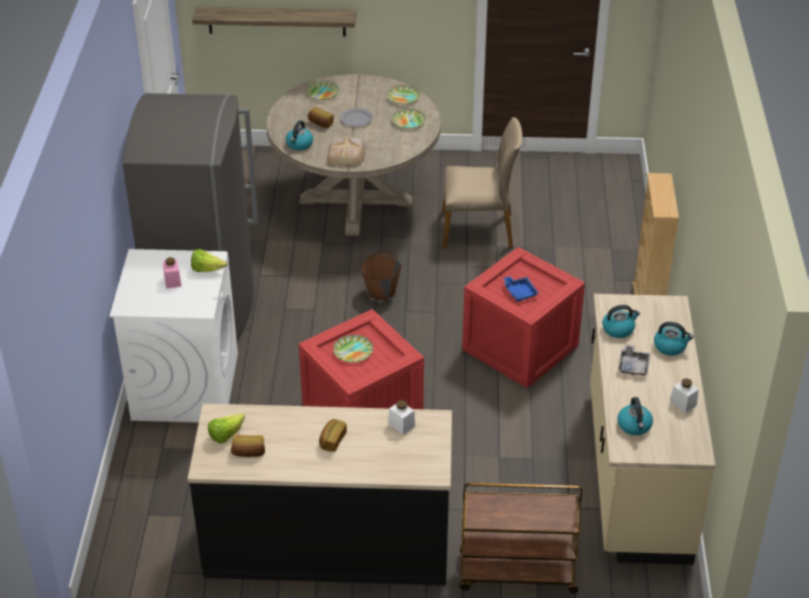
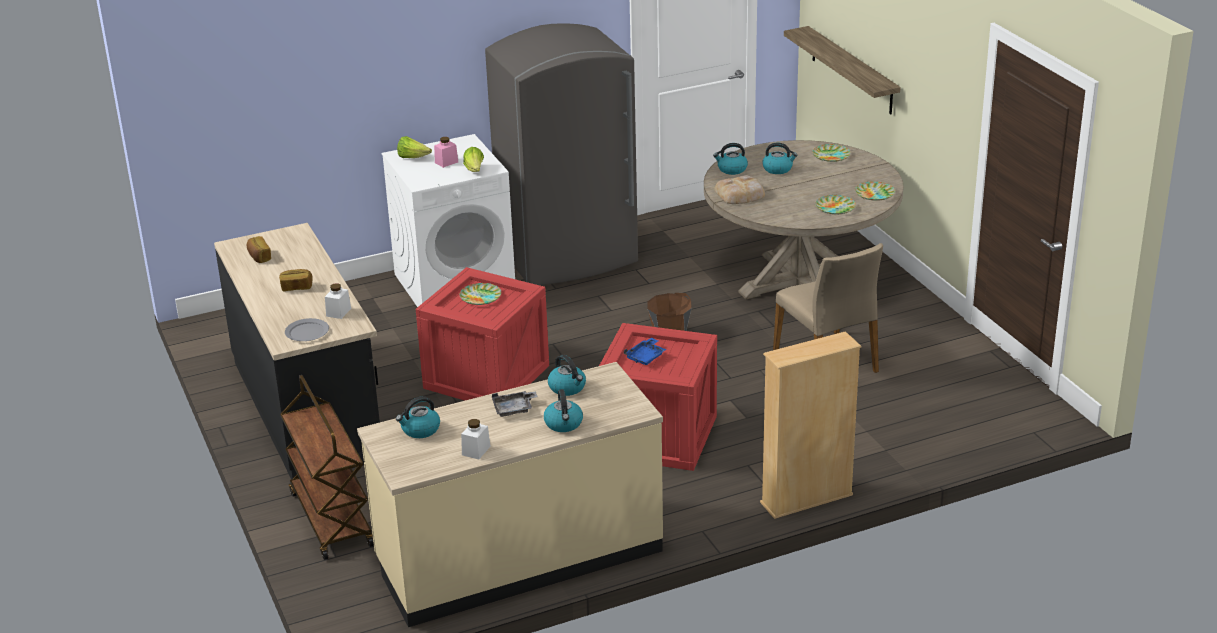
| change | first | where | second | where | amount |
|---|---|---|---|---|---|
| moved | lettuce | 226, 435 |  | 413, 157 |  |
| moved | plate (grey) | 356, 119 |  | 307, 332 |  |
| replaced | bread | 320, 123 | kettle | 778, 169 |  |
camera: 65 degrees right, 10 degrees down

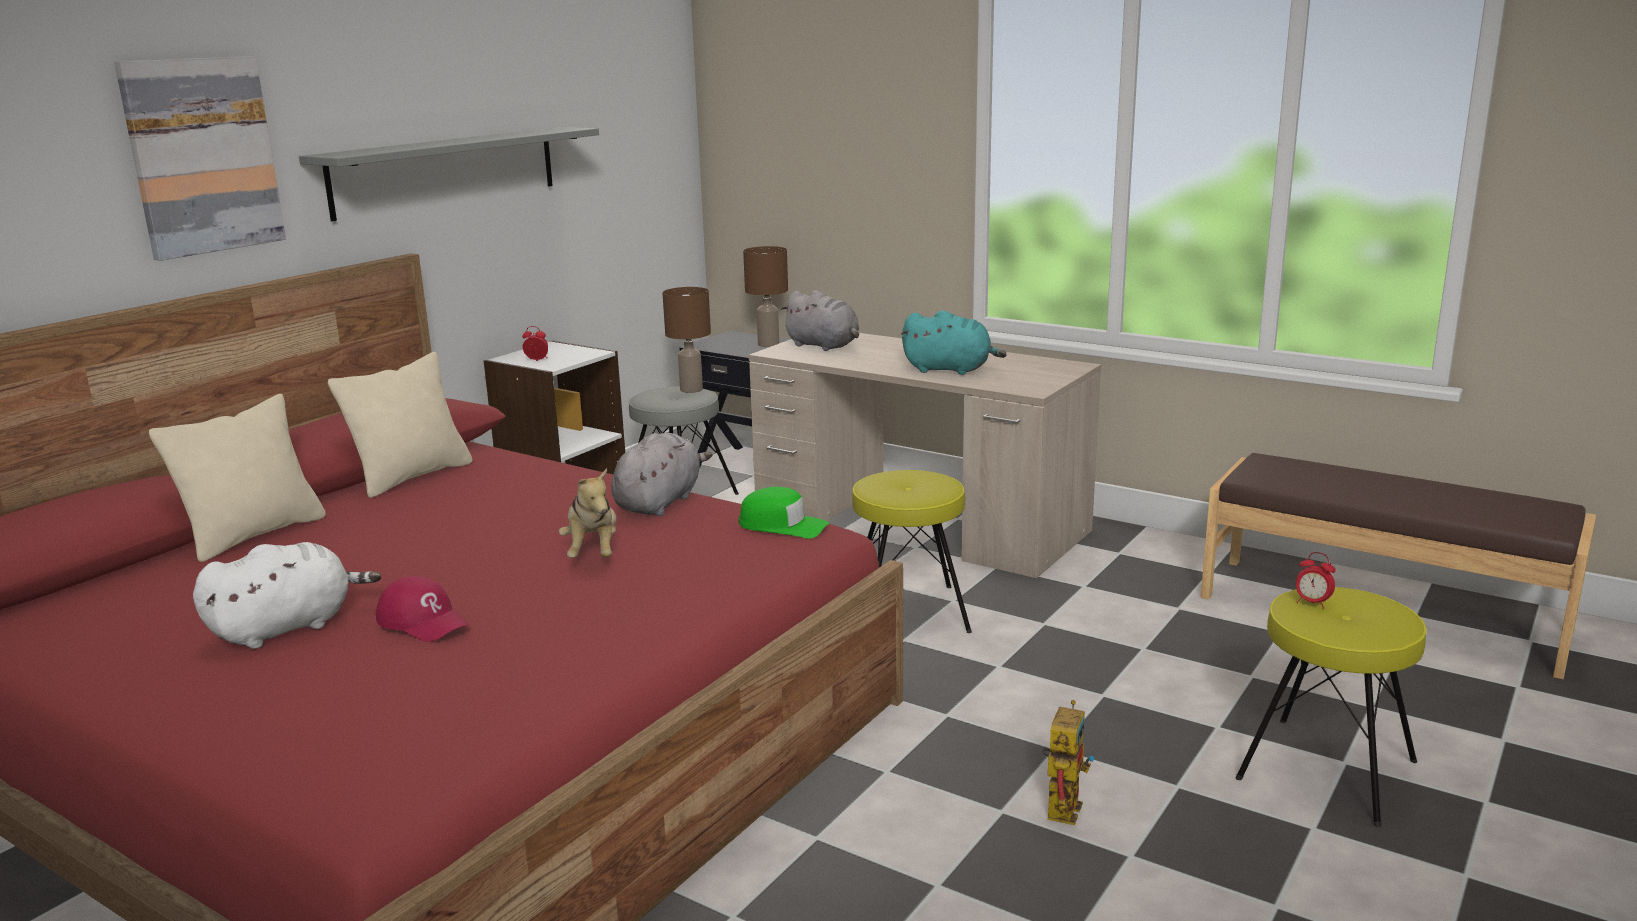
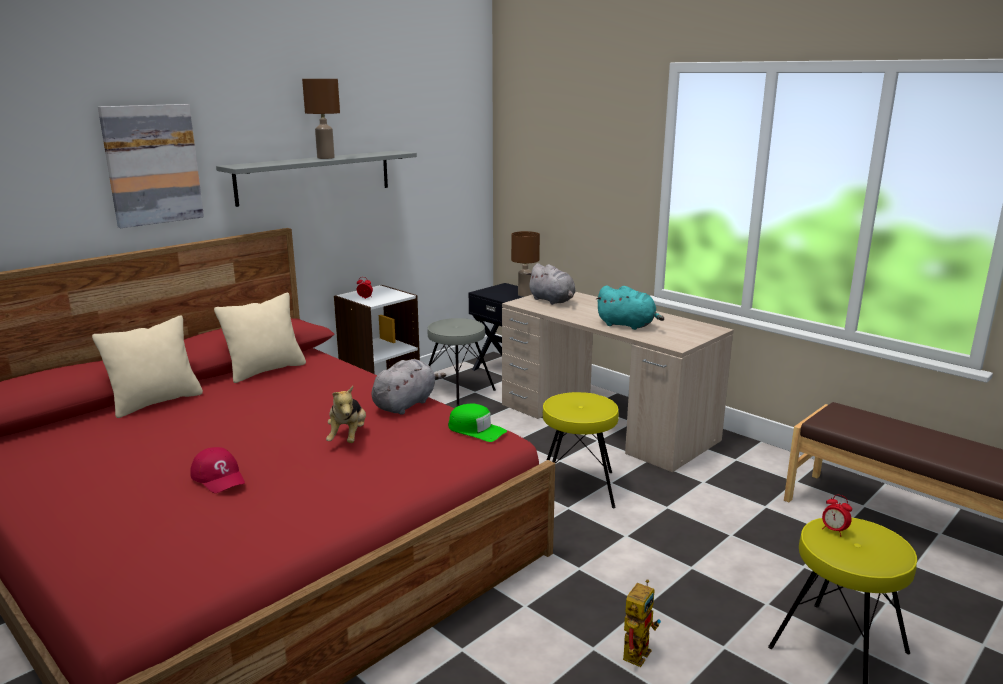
| change | first | where | second | where | amount |
|---|---|---|---|---|---|
| removed | plush toy (white) | 288, 627 |  |  |  |
| moved | table lamp (brown) | 692, 389 |  | 326, 158 |  |
camera: 10 degrees right, 0 degrees up

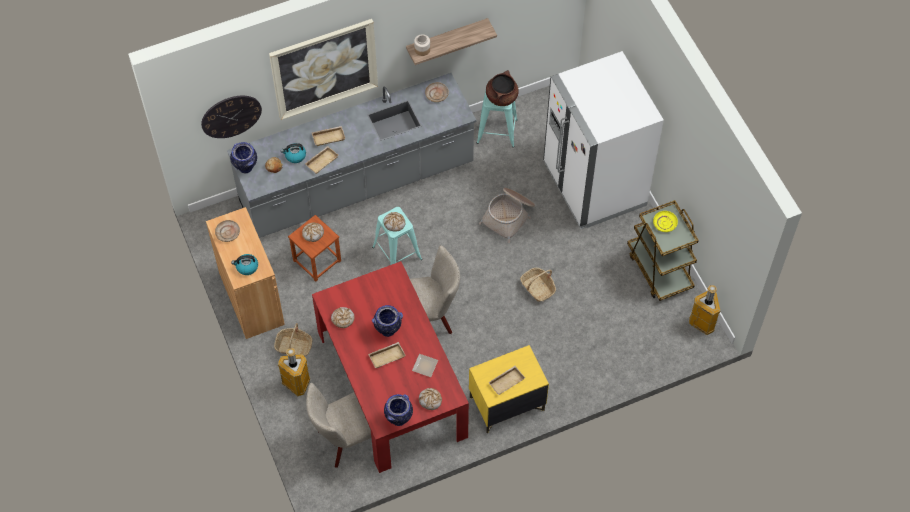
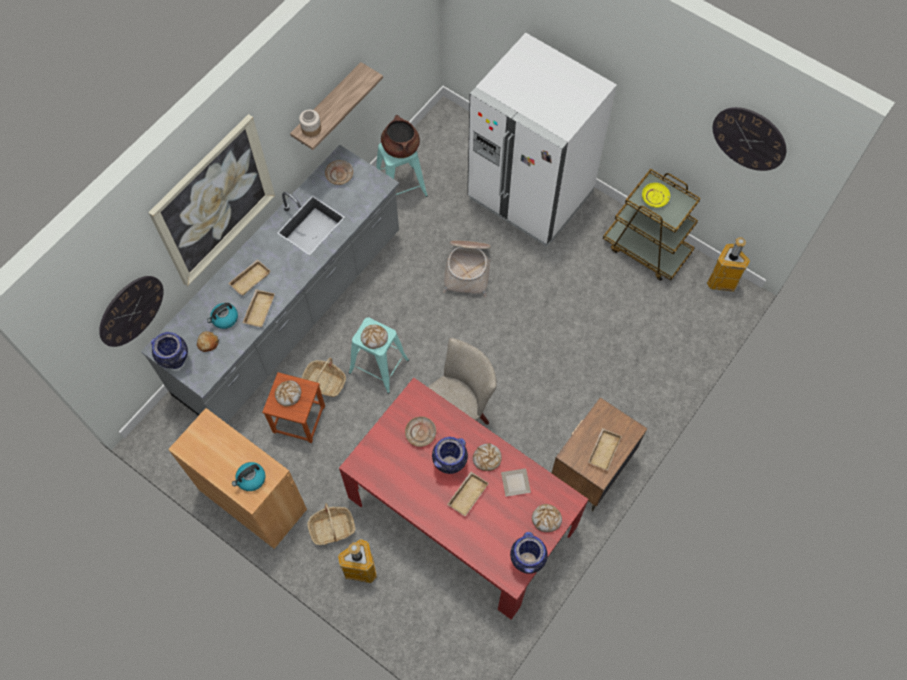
| change | first | where | second | where | amount |
|---|---|---|---|---|---|
| removed | chair (beige) | 347, 440 |  |  |  |
| added |  |  | wall clock | 749, 138 |  |
| moved | plate (beige) | 228, 233 |  | 420, 433 |  |
| moved | bread | 342, 319 |  | 487, 458 |  |
| moved | basket | 538, 288 |  | 324, 382 |  |
| recoloured | nightstand (yellow) | 506, 404 | nightstand (brown) | 591, 468 |  |
camera: 30 degrees left, 5 degrees up

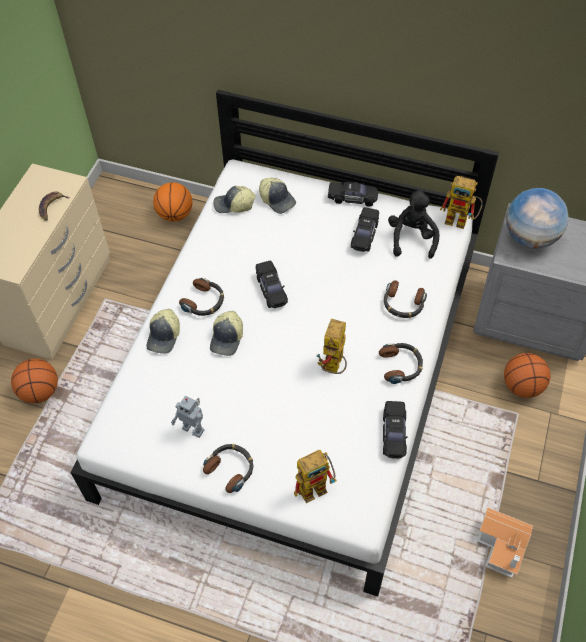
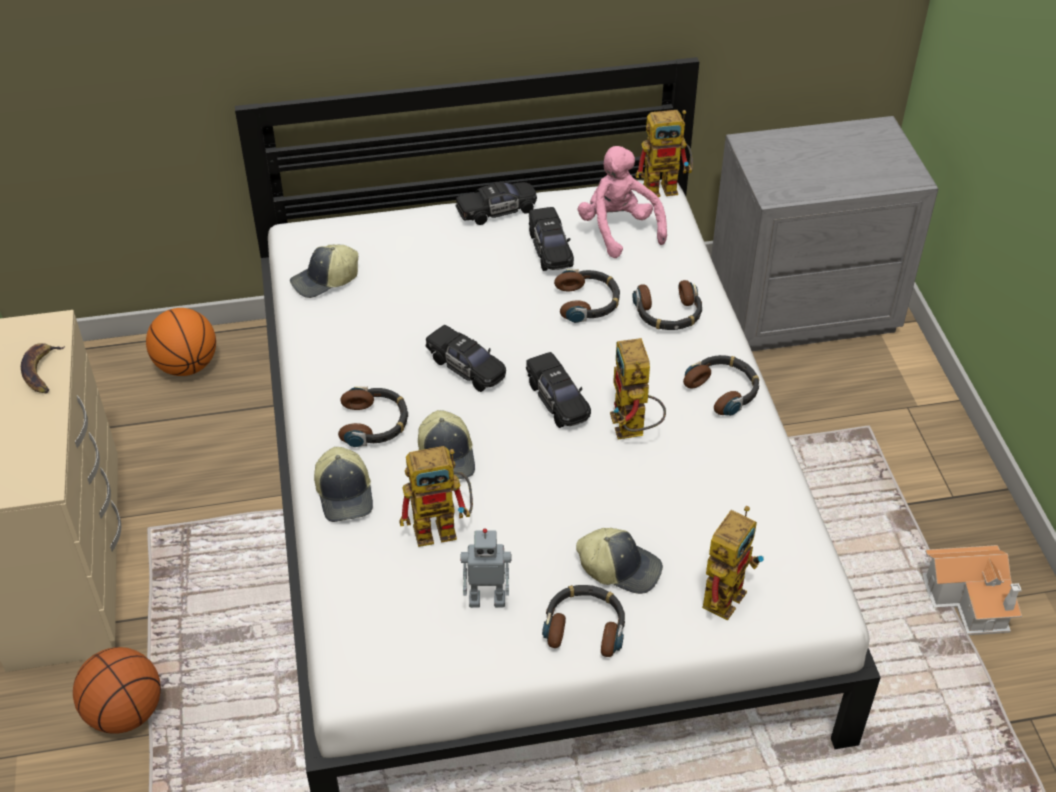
| change | first | where | second | where | amount |
|---|---|---|---|---|---|
| removed | basketball | 522, 386 |  |  |  |
| removed | globe | 530, 237 |  |  |  |
| added |  |  | toy robot | 444, 526 |  |
| added |  |  | headphones | 588, 302 |  |
| moved | cap | 277, 199 |  | 620, 568 |  |
| moved | toy car (black) | 394, 434 |  | 557, 400 |  |
| recoloured | plush toy (black) | 412, 238 | plush toy (pink) | 618, 229 |  |
camera: 30 degrees left, 10 degrees down

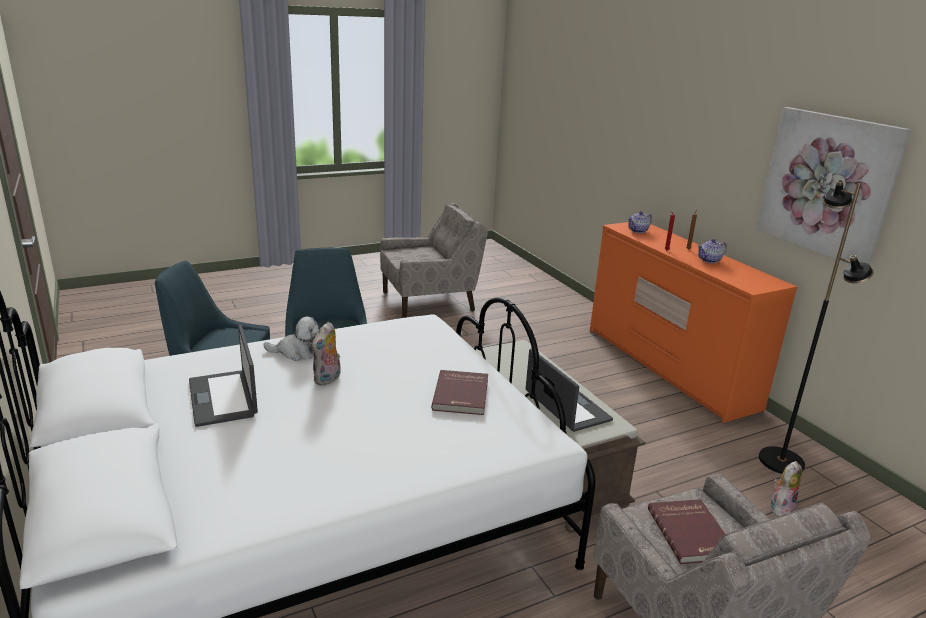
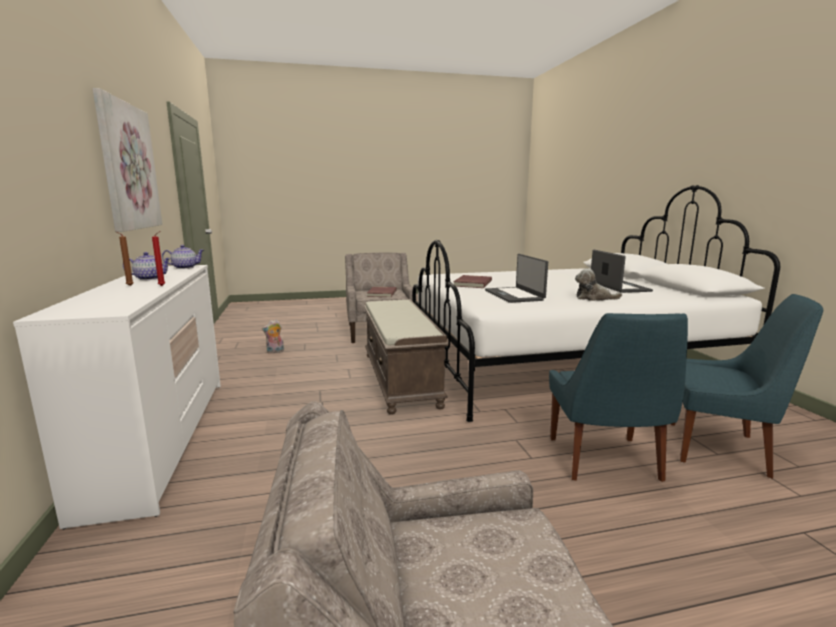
| change | first | where | second | where | amount |
|---|---|---|---|---|---|
| removed | plush toy | 328, 379 |  |  |  |
| removed | floor lamp (black) | 781, 461 |  |  |  |
| moved | laptop | 566, 406 |  | 514, 295 |  |
| moved | teapot | 638, 231 |  | 185, 267 |  |
| recoloured | dresser (orange) | 668, 368 | dresser (white) | 163, 438 |  |
camera: 165 degrees left, 10 degrees down

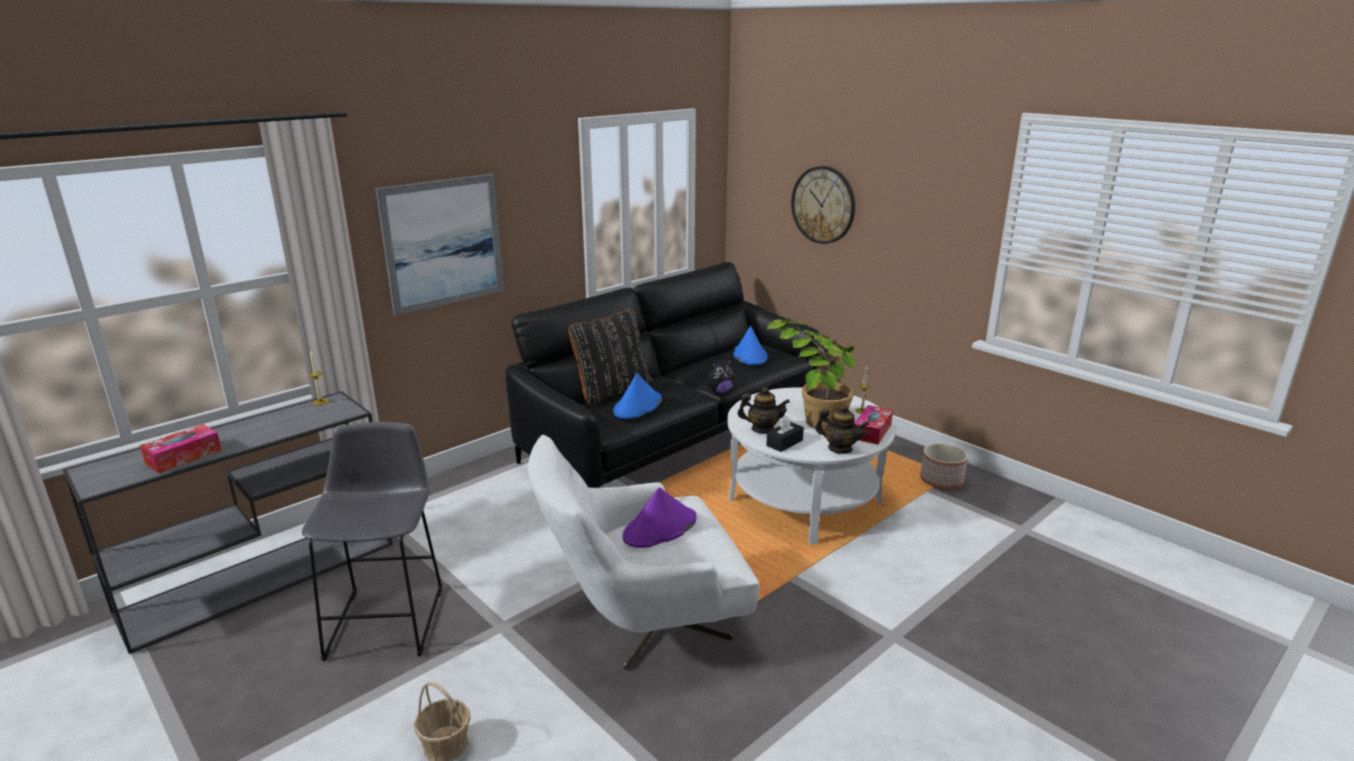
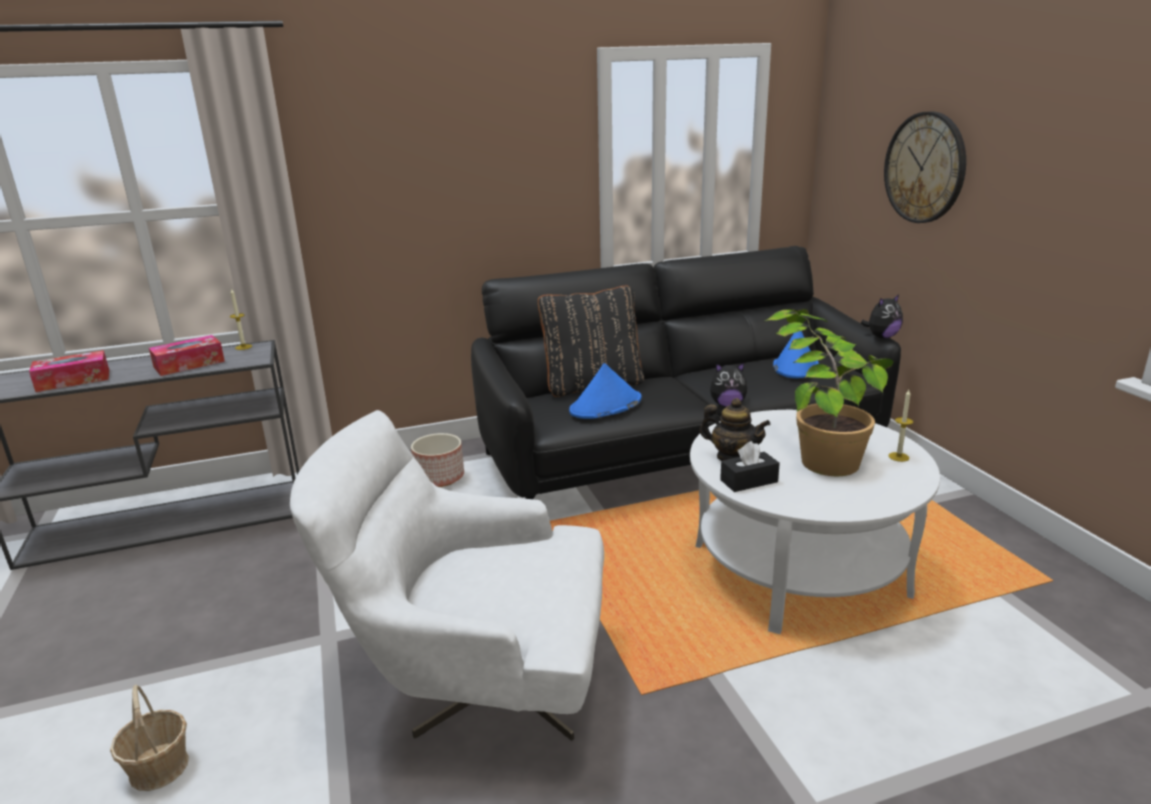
| change | first | where | second | where | amount |
|---|---|---|---|---|---|
| removed | stool (grey) | 389, 618 |  |  |  |
| removed | picture | 443, 243 |  |  |  |
| removed | hat (purple) | 659, 528 |  |  |  |
| removed | teapot | 840, 449 |  |  |  |
| added |  |  | plush toy | 881, 337 |  |
| moved | tissue box | 872, 431 |  | 189, 364 |  |
| moved | planter | 941, 481 |  | 440, 477 |  |
camera: 25 degrees right, 0 degrees up

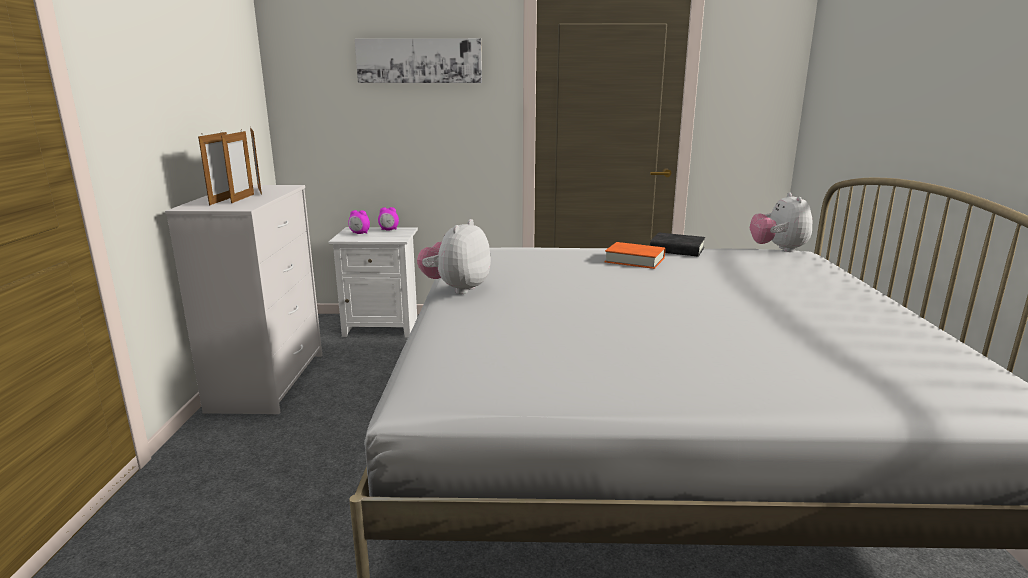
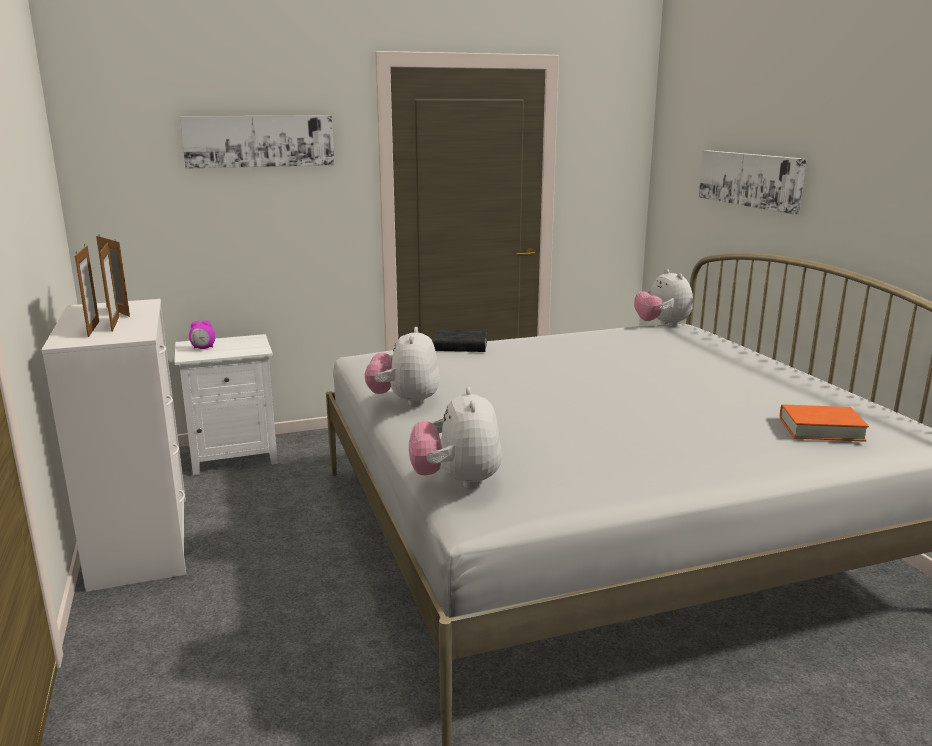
| change | first | where | second | where | amount |
|---|---|---|---|---|---|
| removed | alarm clock | 389, 230 |  |  |  |
| added |  |  | plush toy | 457, 482 |  |
| added |  |  | picture | 750, 179 |  |
| moved | book (orange) | 634, 260 |  | 821, 429 |  |
| moved | book (black) | 677, 250 |  | 461, 346 |  |
camera: 20 degrees left, 0 degrees up

